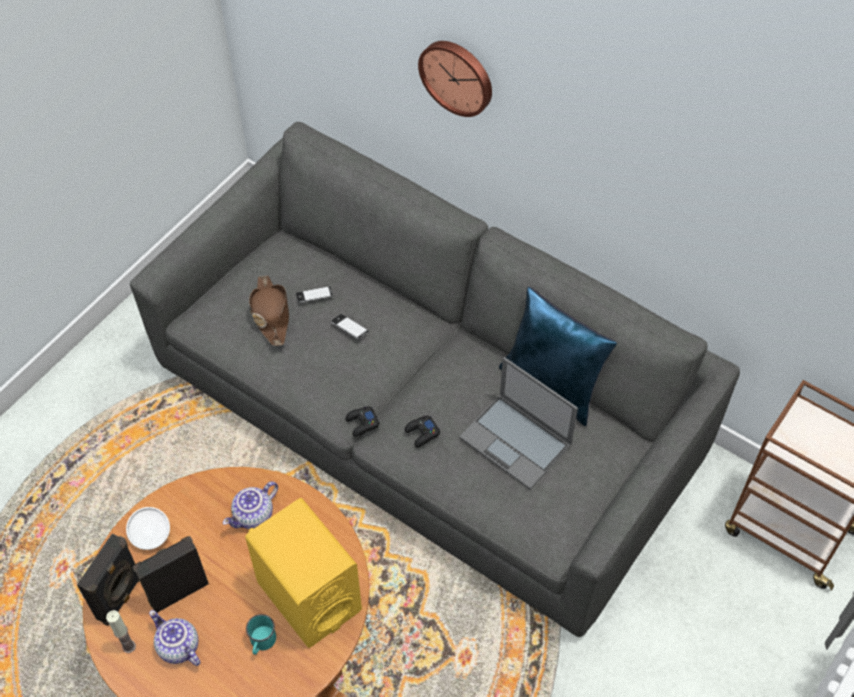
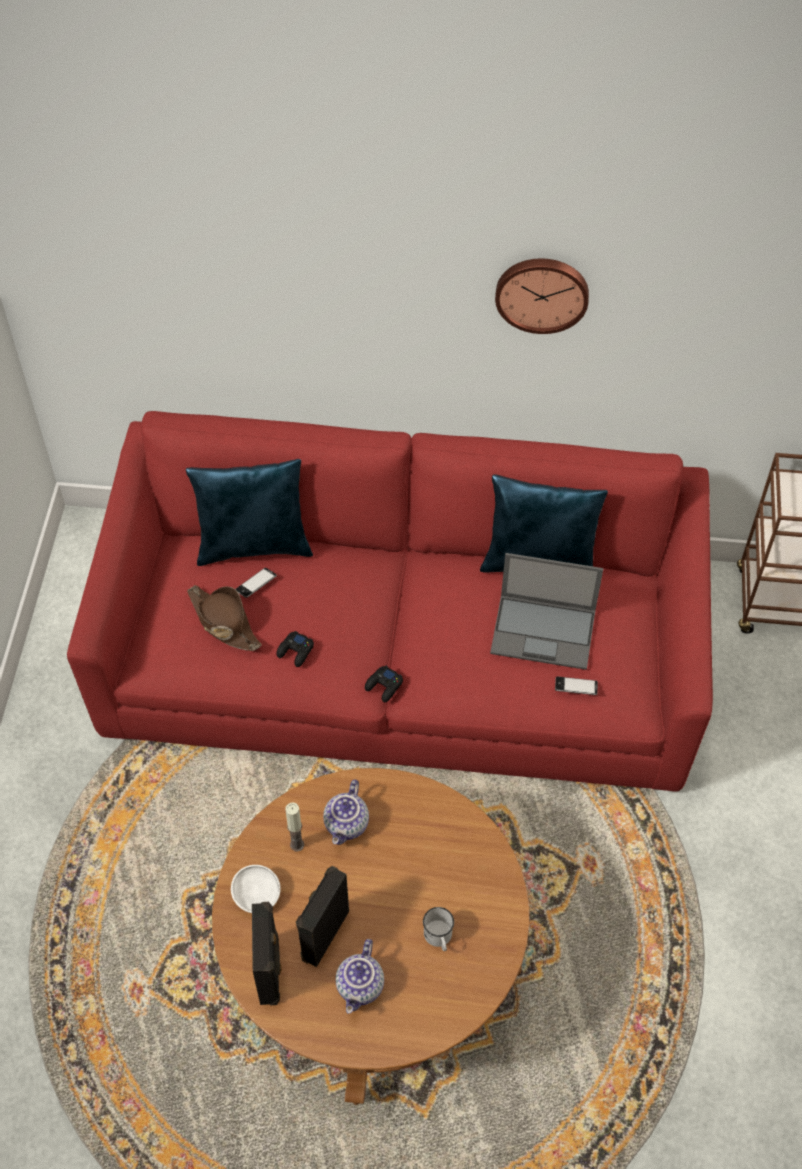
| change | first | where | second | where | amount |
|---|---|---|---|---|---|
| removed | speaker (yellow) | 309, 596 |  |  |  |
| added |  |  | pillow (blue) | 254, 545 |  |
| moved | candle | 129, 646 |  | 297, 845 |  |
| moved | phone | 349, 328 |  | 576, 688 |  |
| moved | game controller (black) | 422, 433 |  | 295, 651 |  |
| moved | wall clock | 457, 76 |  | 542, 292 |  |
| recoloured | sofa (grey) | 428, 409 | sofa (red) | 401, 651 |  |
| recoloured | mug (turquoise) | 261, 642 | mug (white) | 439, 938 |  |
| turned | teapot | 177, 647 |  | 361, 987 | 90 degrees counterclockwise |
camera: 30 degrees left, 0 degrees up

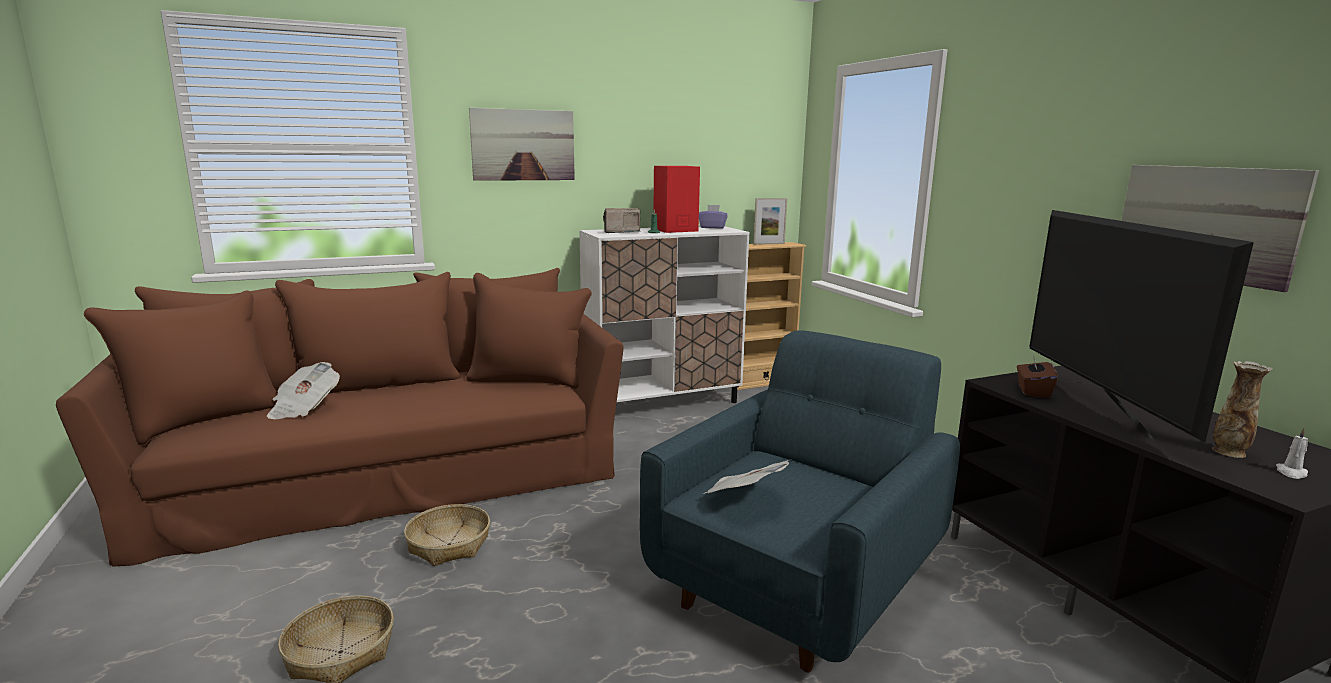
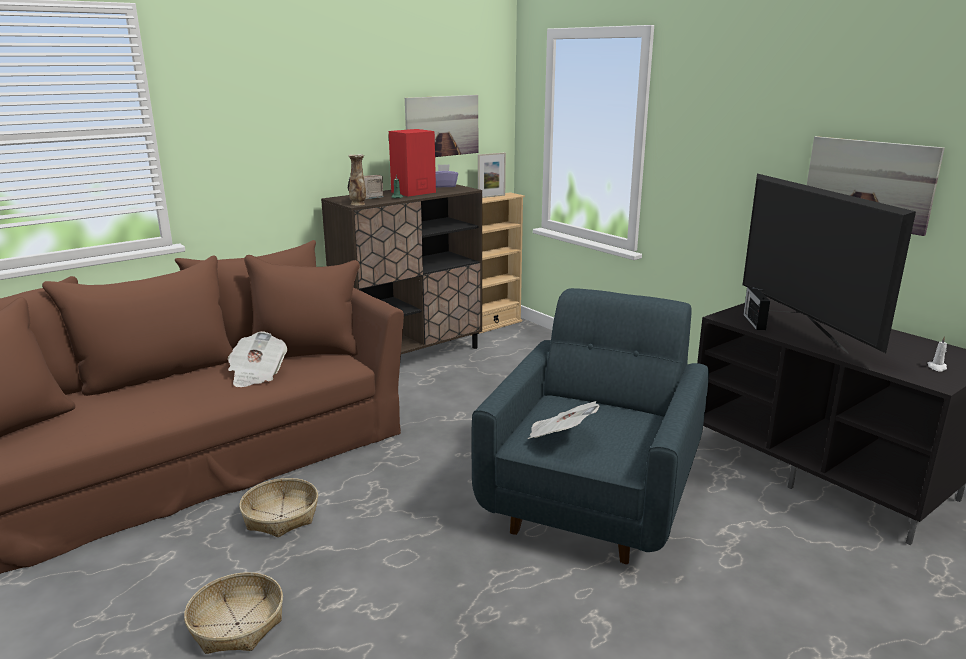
| change | first | where | second | where | amount |
|---|---|---|---|---|---|
| moved | newspaper | 304, 408 |  | 257, 375 |  |
| moved | picture | 523, 145 |  | 442, 126 |  |
| moved | vase | 1229, 452 |  | 358, 204 |  |
| replaced | tissue box (brown) | 1032, 391 | radio | 754, 321 |  |
| recoloured | cabinet (white) | 663, 403 | cabinet (brown) | 410, 356 |  |
camera: 15 degrees left, 5 degrees up

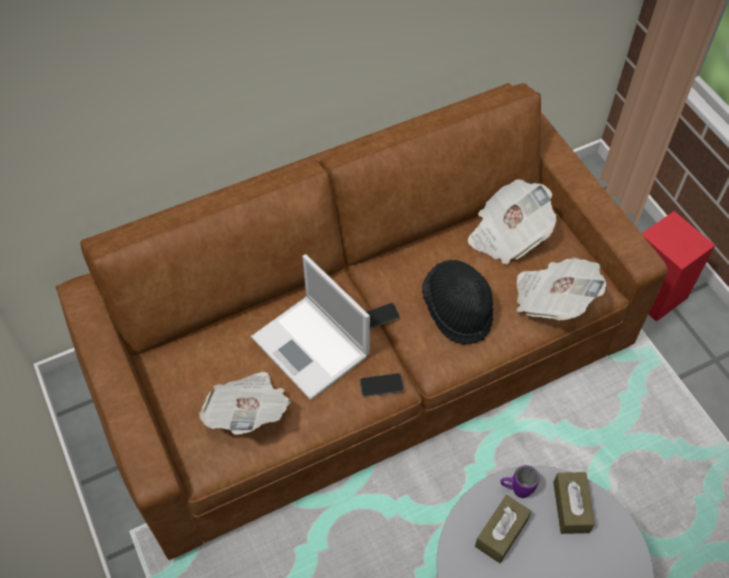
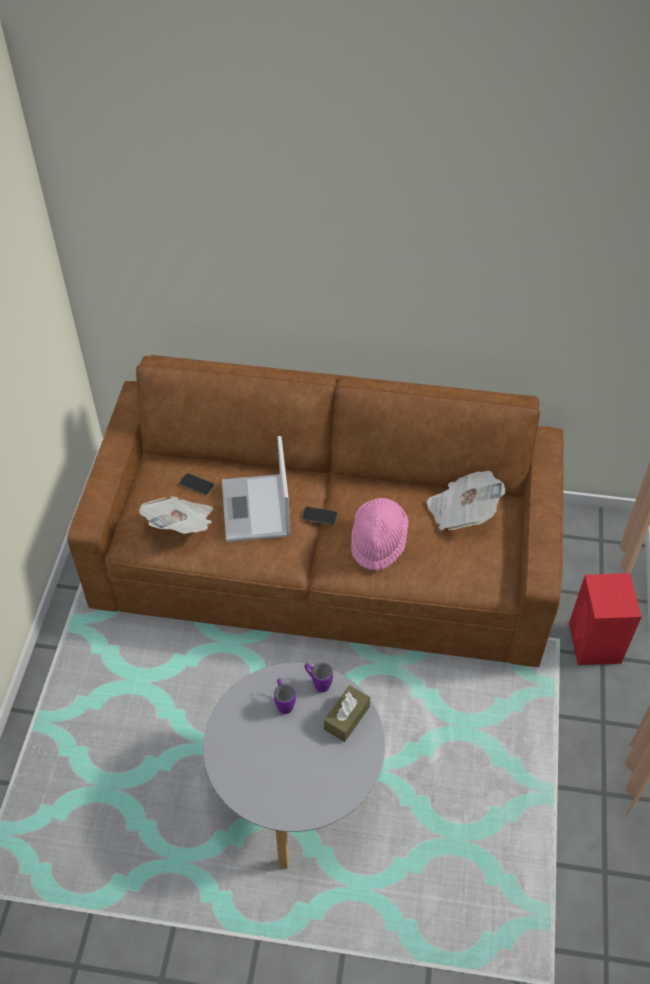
| change | first | where | second | where | amount |
|---|---|---|---|---|---|
| removed | newspaper | 552, 299 |  |  |  |
| moved | phone | 381, 385 |  | 196, 484 |  |
| replaced | tissue box (brown) | 501, 533 | mug (purple) | 283, 703 |  |
| recoloured | hat (black) | 458, 310 | hat (pink) | 378, 542 |  |
camera: 35 degrees right, 5 degrees down

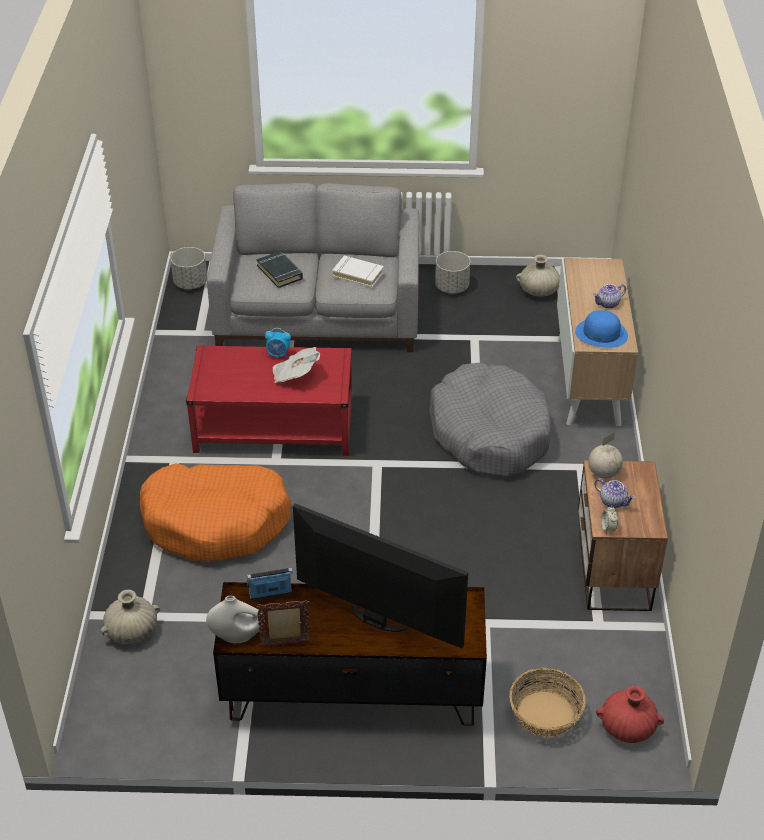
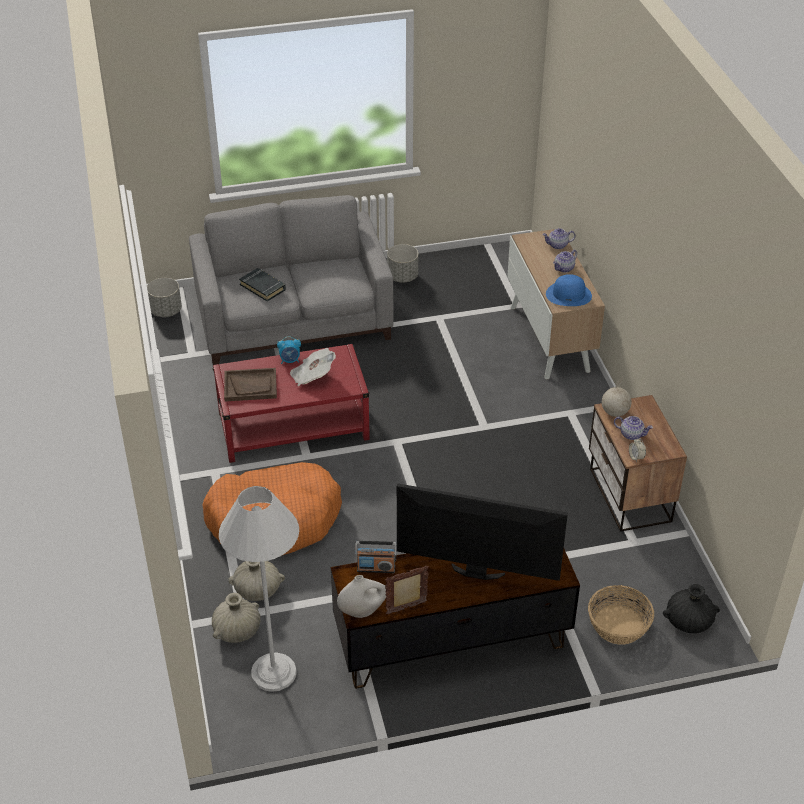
| change | first | where | second | where | amount |
|---|---|---|---|---|---|
| removed | book (white) | 358, 274 |  |  |  |
| removed | dog bed (grey) | 489, 433 |  |  |  |
| added |  |  | floor lamp (white) | 273, 672 |  |
| added |  |  | tray (brown) | 250, 386 |  |
| added |  |  | teapot | 557, 245 |  |
| moved | vase (beige) | 538, 291 |  | 257, 590 |  |
| recoloured | vase (red) | 627, 727 | vase (black) | 688, 621 |  |
| turned | radio | 270, 593 |  | 376, 568 | 150 degrees counterclockwise |
camera: 15 degrees left, 0 degrees up

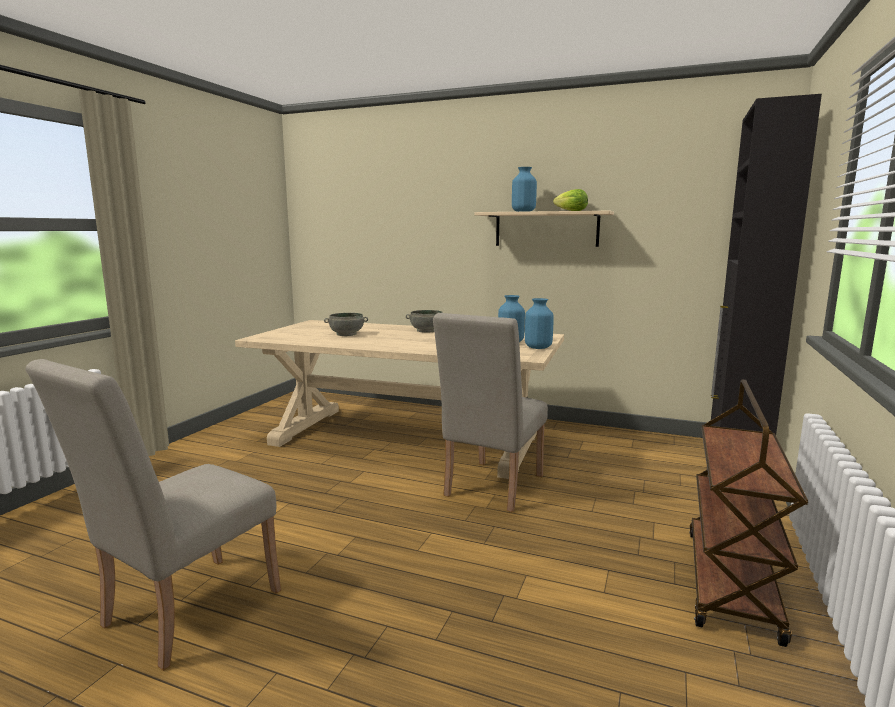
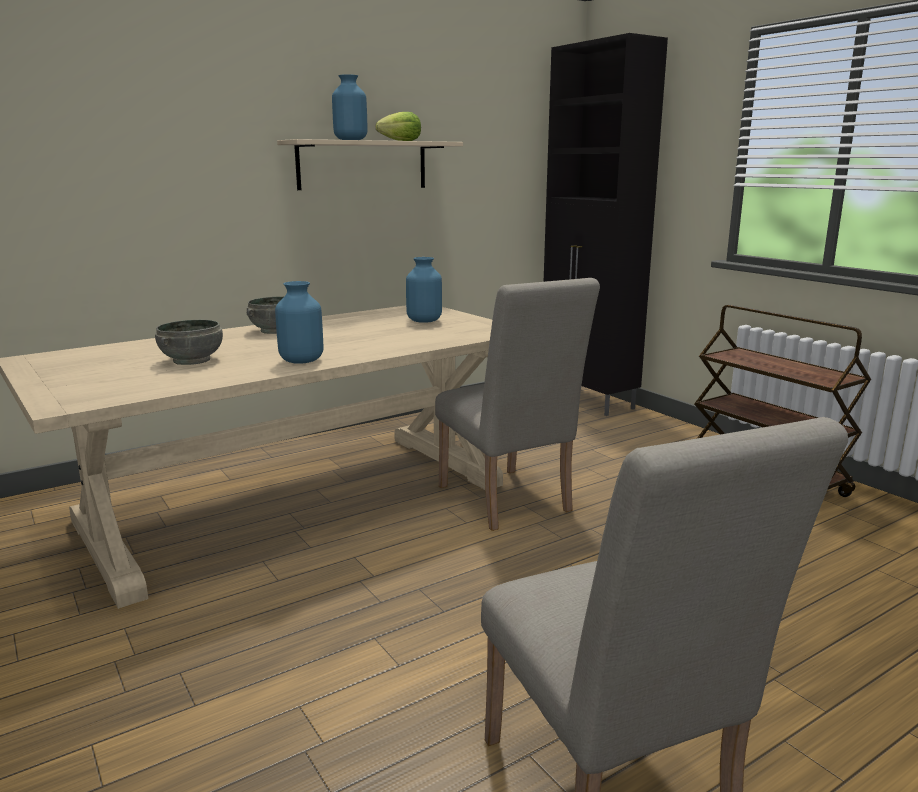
| change | first | where | second | where | amount |
|---|---|---|---|---|---|
| moved | vase (blue) | 538, 347 |  | 301, 360 |  |
camera: 55 degrees left, 5 degrees up

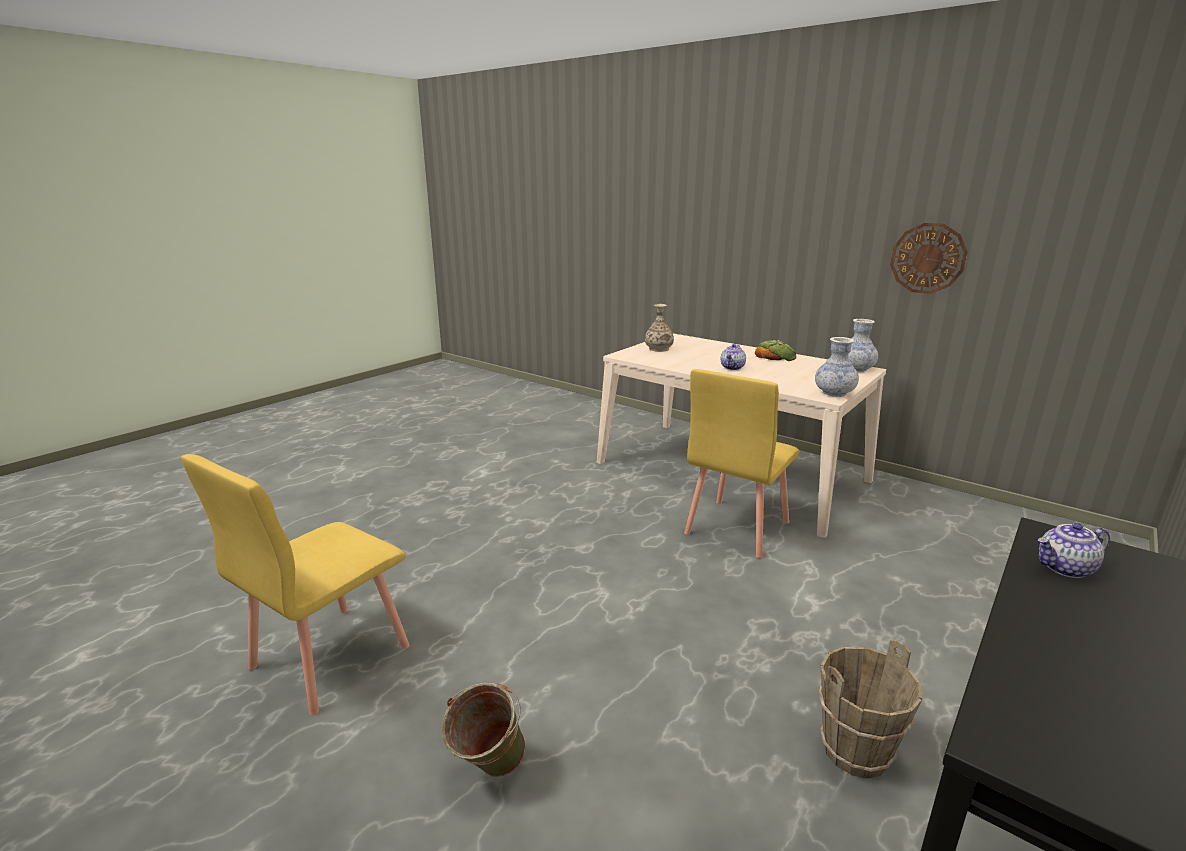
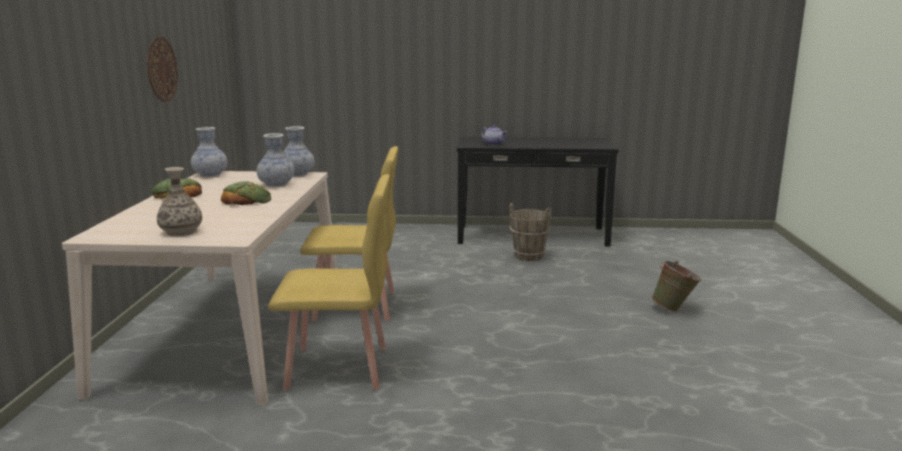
| change | first | where | second | where | amount |
|---|---|---|---|---|---|
| added |  |  | vase | 276, 184 |  |
| moved | chair (yellow) | 328, 657 |  | 338, 368 |  |
| replaced | teapot | 732, 367 | bread | 246, 200 |  |
camera: 125 degrees left, 5 degrees down

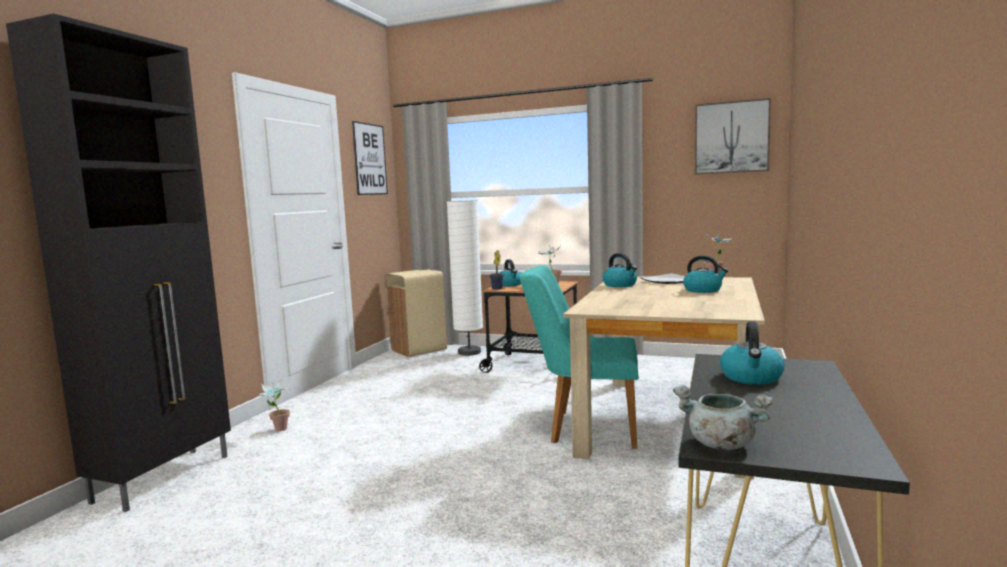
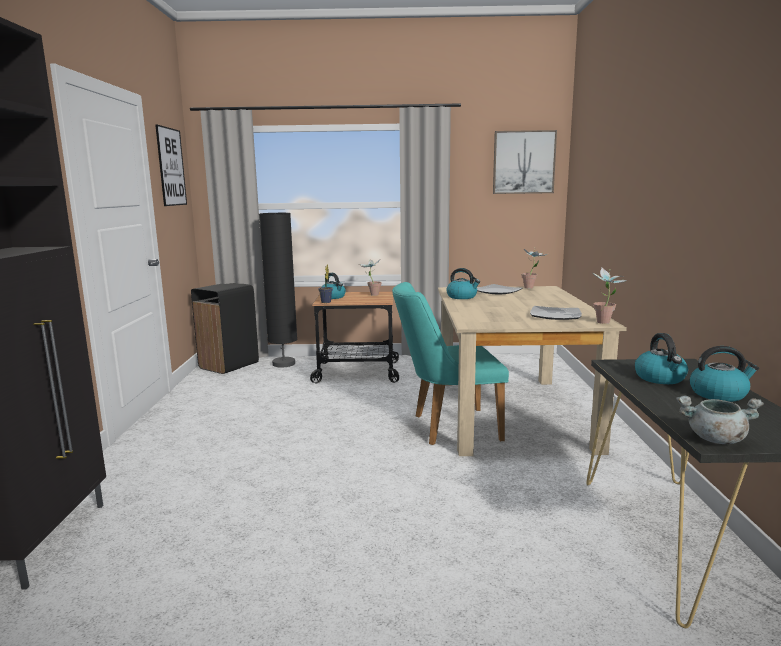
| change | first | where | second | where | amount |
|---|---|---|---|---|---|
| added |  |  | plate | 556, 315 |  |
| moved | potted plant | 278, 430 |  | 605, 323 |  |
| moved | kettle | 703, 290 |  | 719, 394 |  |
| recoloured | trash can (beige) | 418, 350 | trash can (black) | 228, 365 |  |
| recoloured | floor lamp (white) | 469, 352 | floor lamp (black) | 283, 364 |  |
camera: 20 degrees left, 5 degrees up

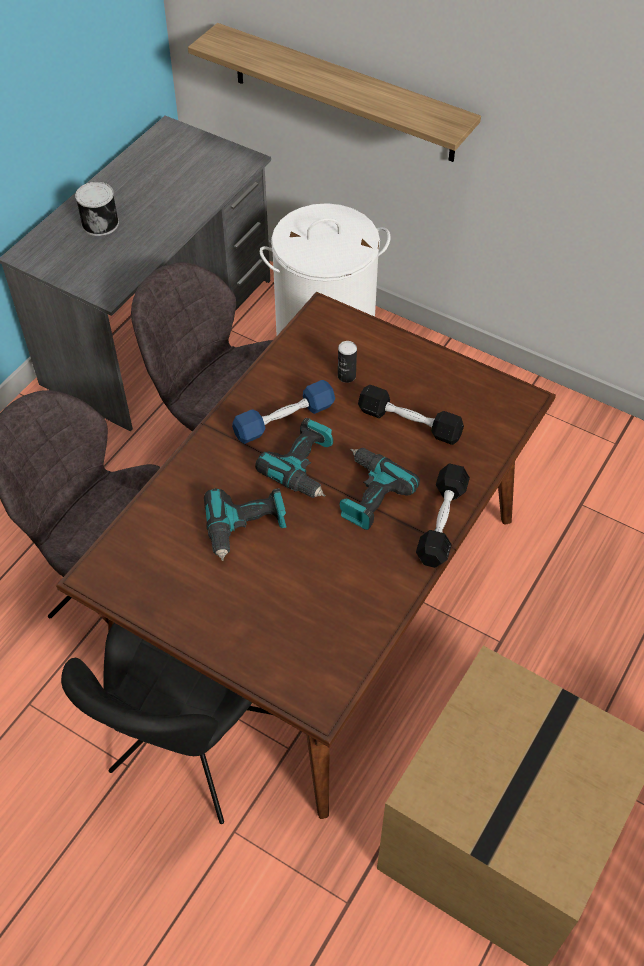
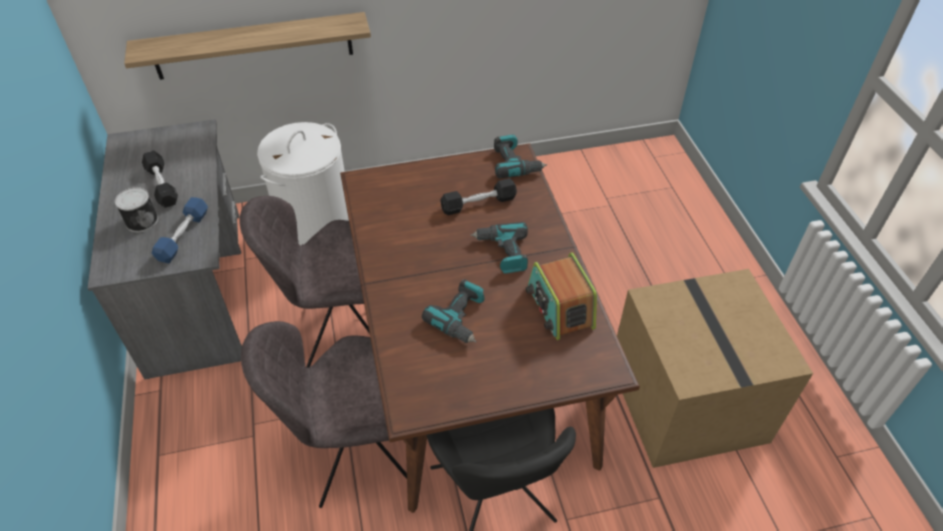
| change | first | where | second | where | amount |
|---|---|---|---|---|---|
| removed | can | 346, 376 |  |  |  |
| added |  |  | radio | 559, 307 |  |
| moved | dumbbell (blue) | 284, 420 |  | 183, 236 |  |
| moved | power drill | 305, 467 |  | 515, 163 |  |
| moved | dumbbell (black) | 442, 522 |  | 162, 185 |  |
camera: 45 degrees left, 5 degrees down

